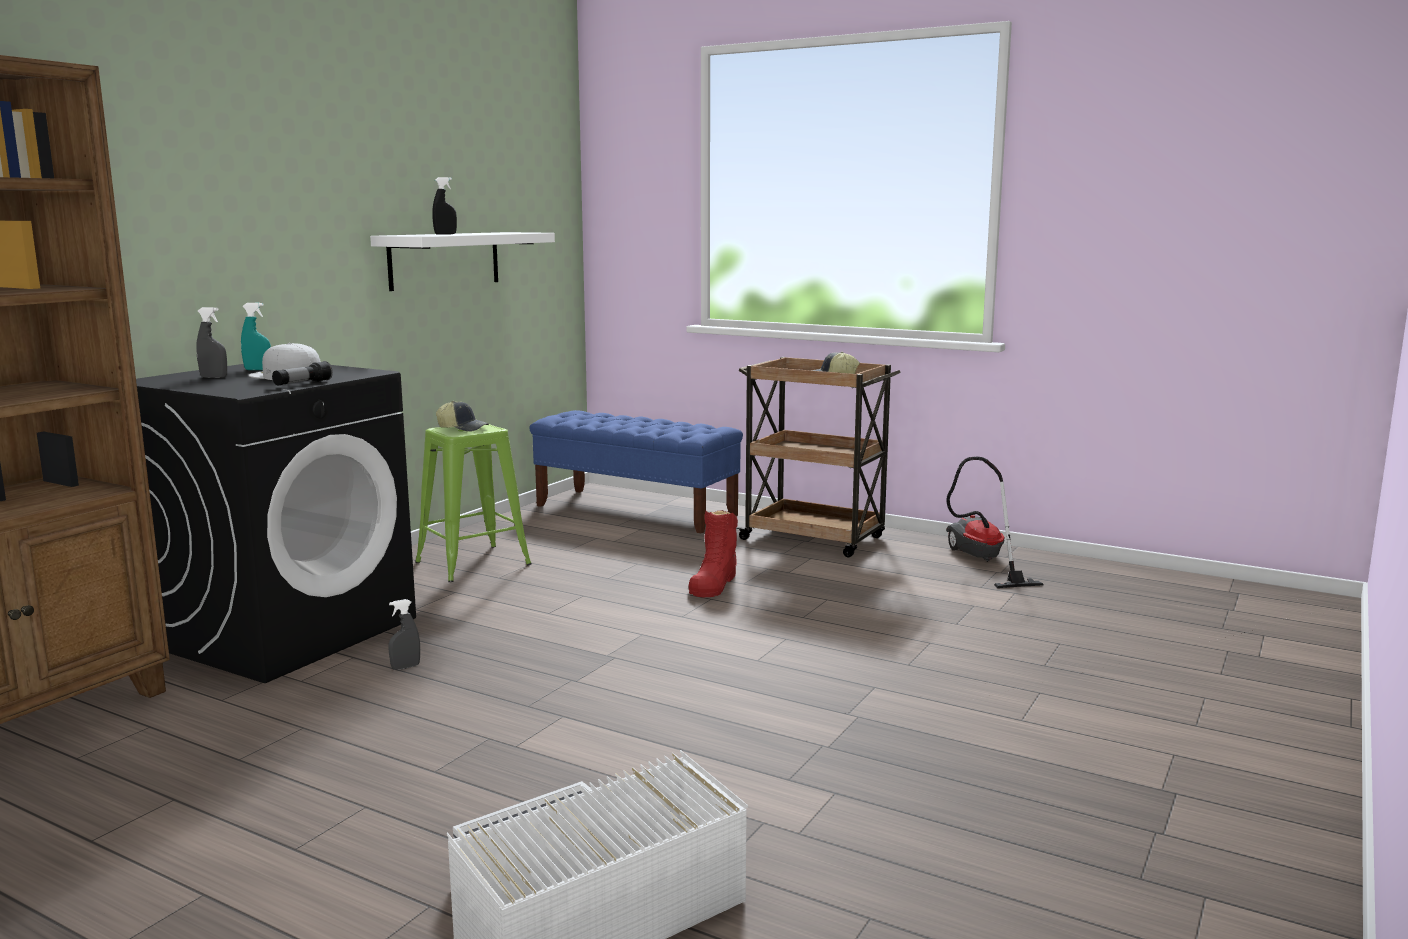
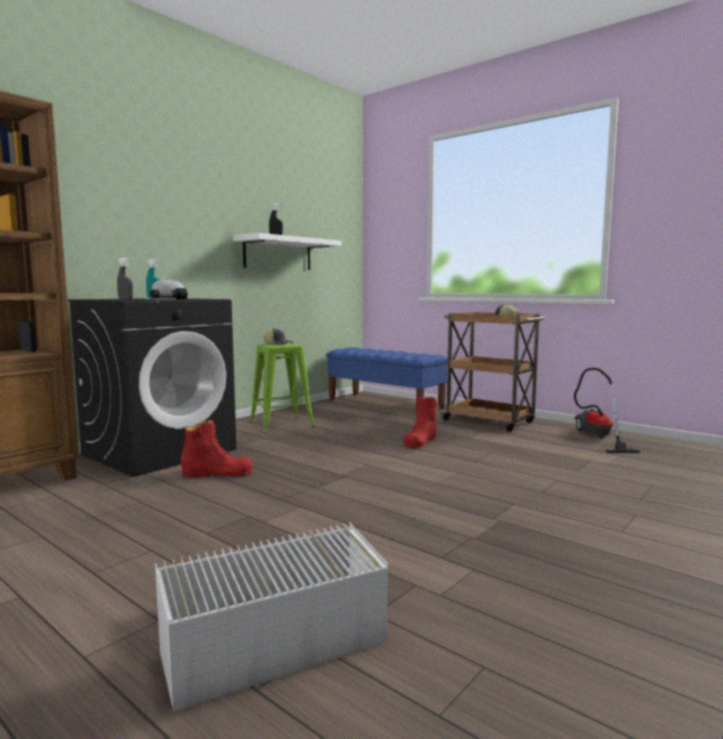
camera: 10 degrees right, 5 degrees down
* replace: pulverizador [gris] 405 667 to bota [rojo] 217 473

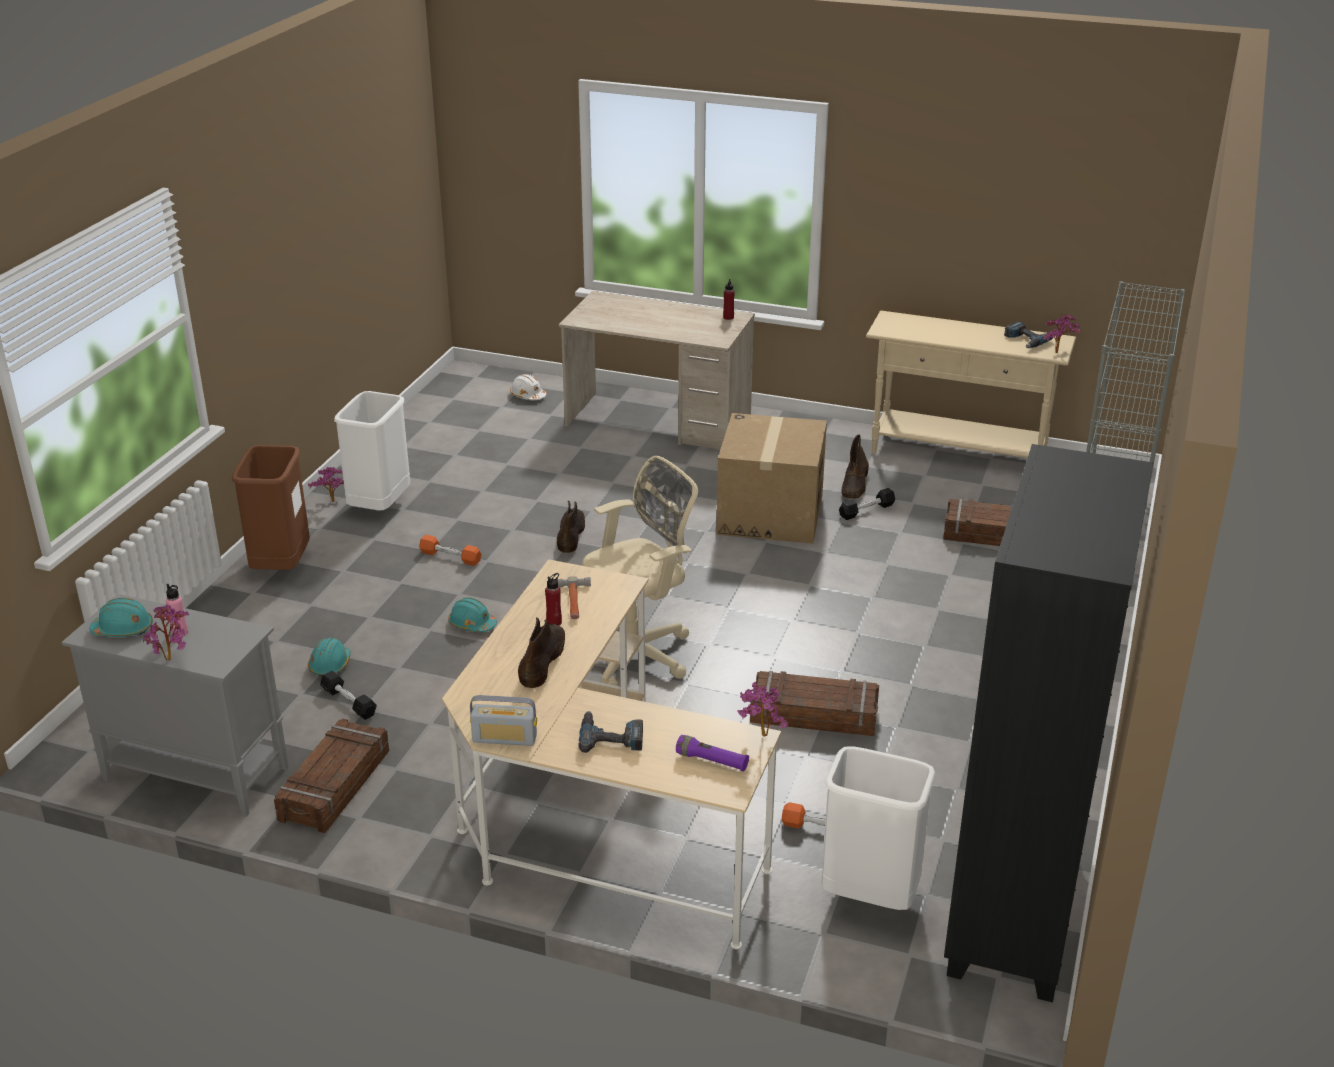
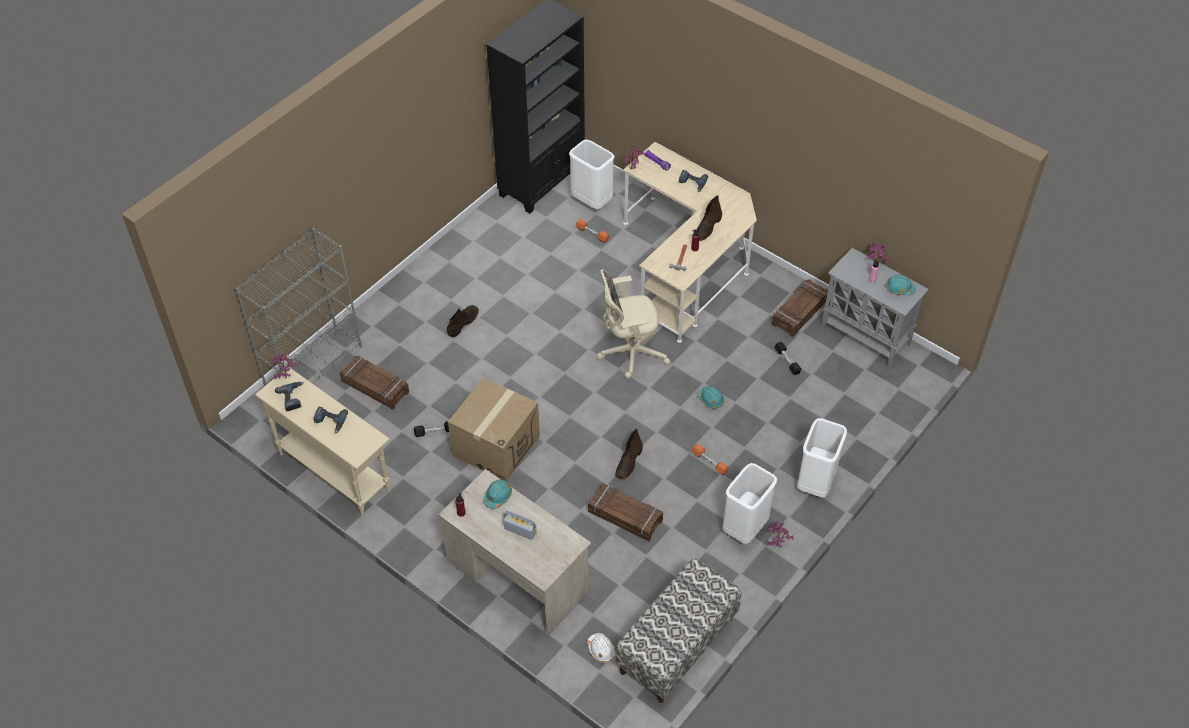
camera: 160 degrees left, 20 degrees up
* recolor: papelera [marrón] 281 566 to papelera [blanco] 815 483
* move: casco [turquesa] 330 665 to 498 496
* move: radio 504 738 to 520 530
* move: caja de embalaje 814 714 to 624 516
* move: bota [marrón] 854 485 to 463 322
* insert: taladro 330 421
* insert: banco 677 645

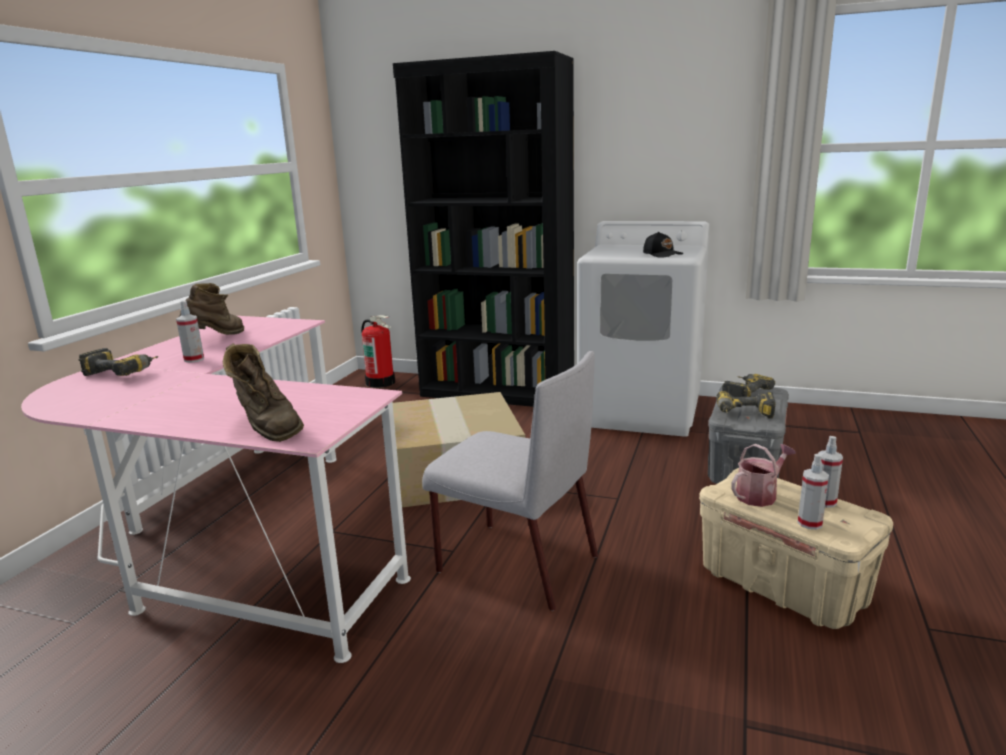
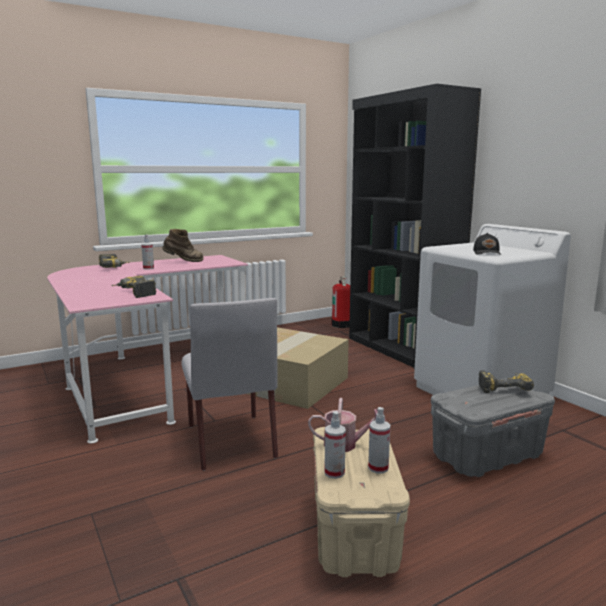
camera: 40 degrees right, 5 degrees down
* delete: bota [marrón] 267 428
* move: taladro 744 415 to 133 293

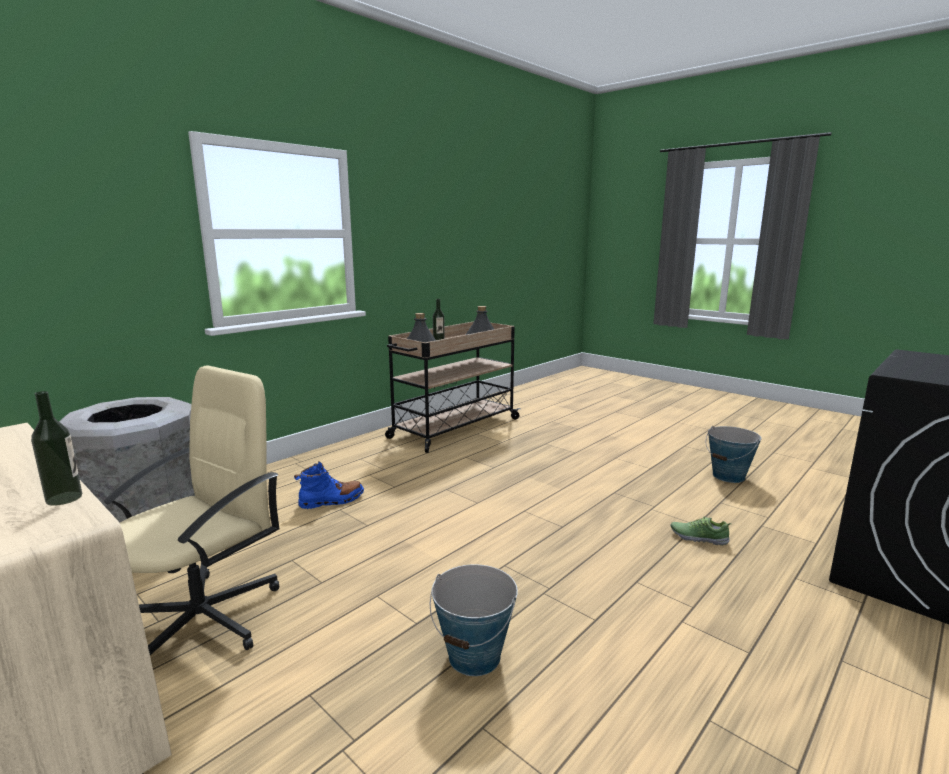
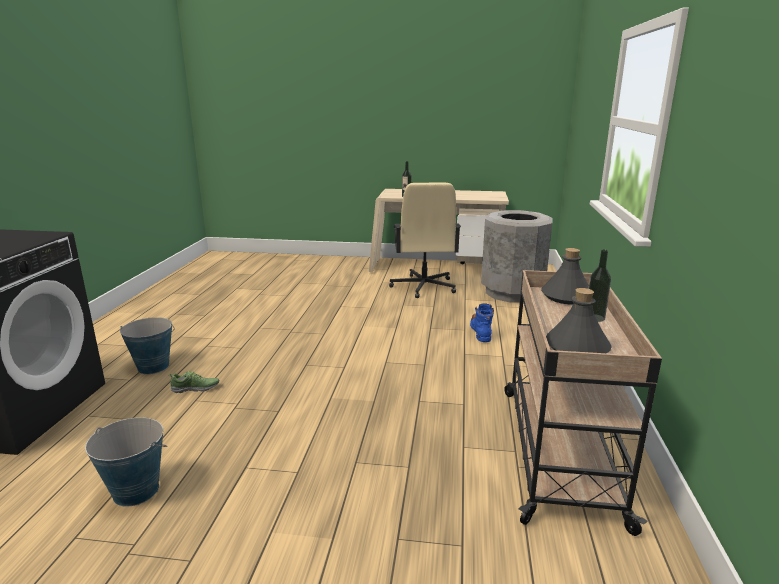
camera: 145 degrees right, 5 degrees up
* rotate: bota [azul] 332 501 = 481 332 150 degrees clockwise
* move: cubo 475 656 to 153 367

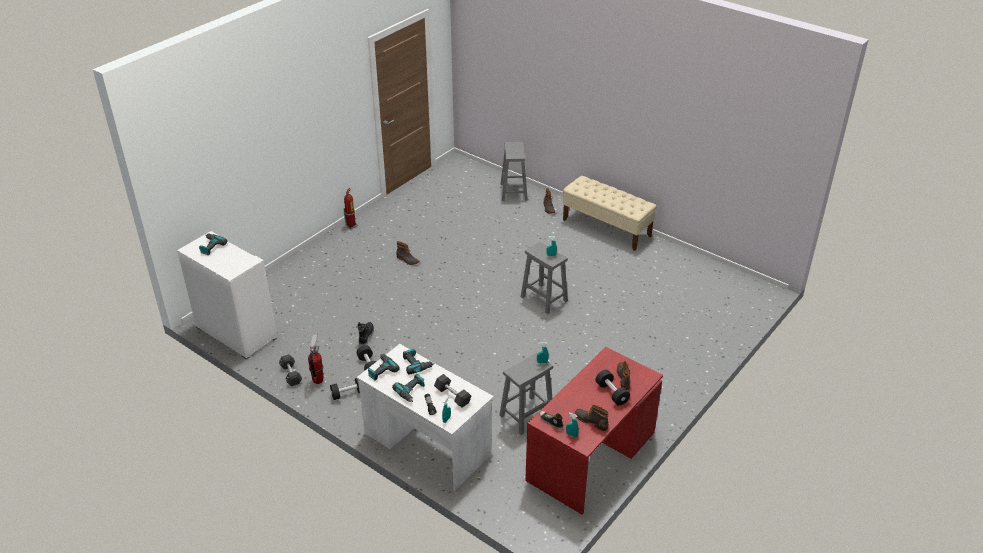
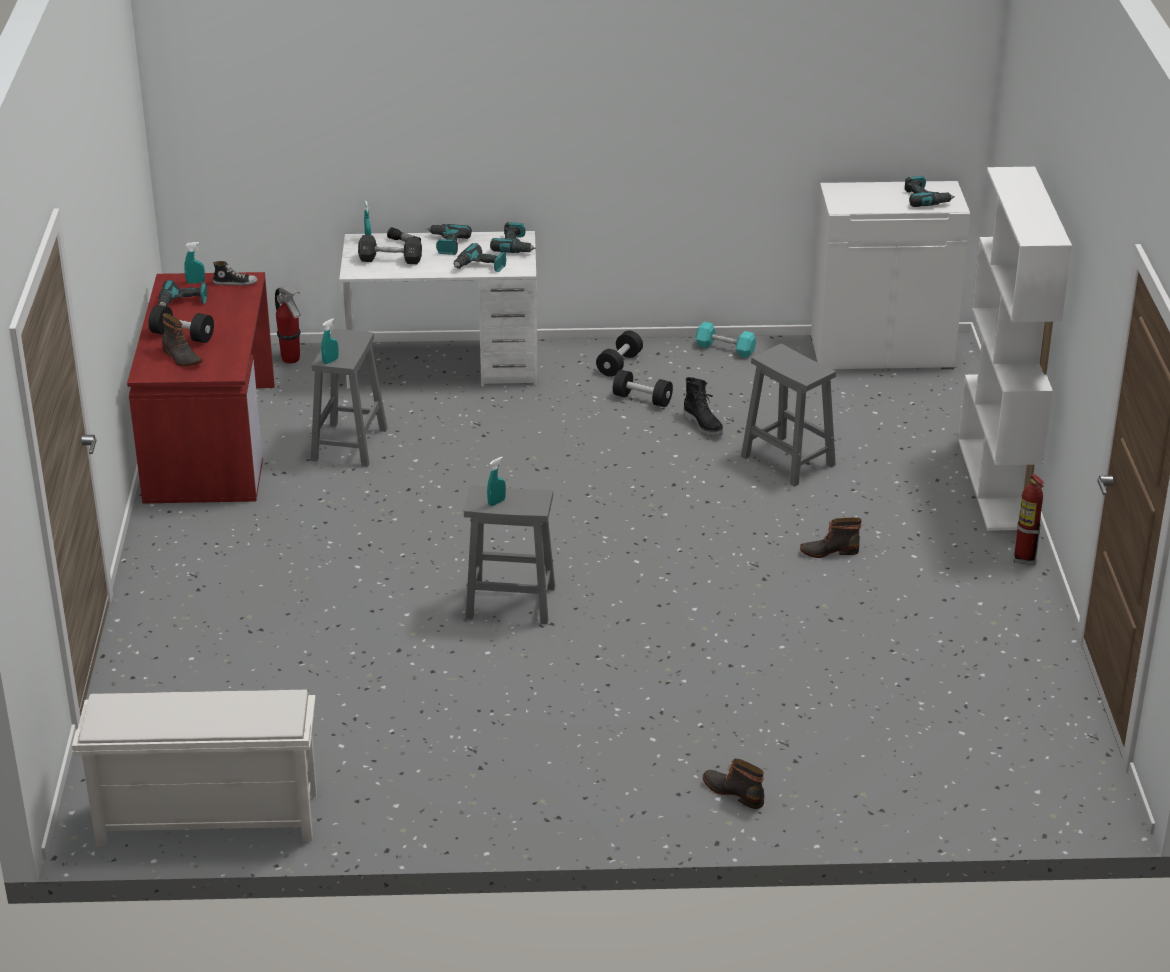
camera: 140 degrees right, 5 degrees down
* recolor: mancuerna [negro] 291 374 to mancuerna [turquesa] 725 349
* move: extintor 318 380 to 291 359
* move: taburete [gris] 513 191 to 789 461
* delete: banco [beis] 607 228
* replace: bota 591 421 to taladro 183 302
* insert: zapatero [blanco] 205 820
* insert: estantería [blanco] 996 484

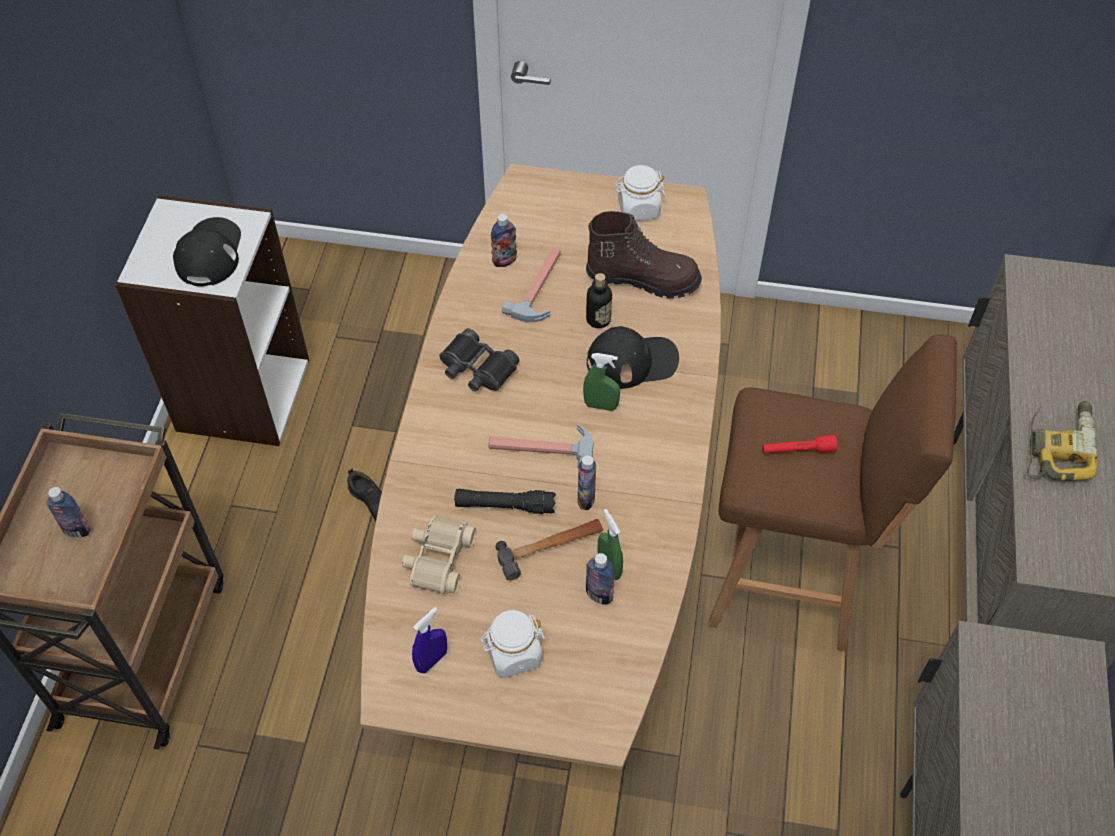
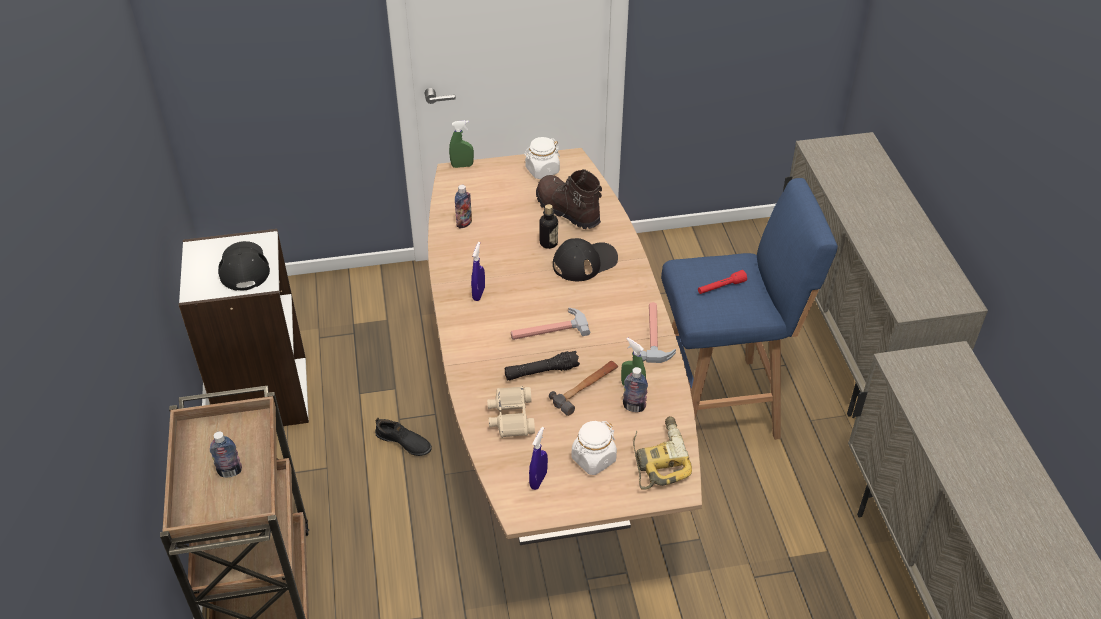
camera: 20 degrees left, 10 degrees down
* replace: prismáticos [negro] 477 369 to pulverizador [azul] 478 294
* move: martillo 541 287 to 656 334
* delete: botella 586 499
* move: pulverizador [verde] 601 405 to 462 165
* rotate: bota [marrón] 643 278 = 566 211 120 degrees counterclockwise
* recolor: taburete [marrón] 791 576 to taburete [azul] 722 403
* move: taladro 1057 446 to 658 458

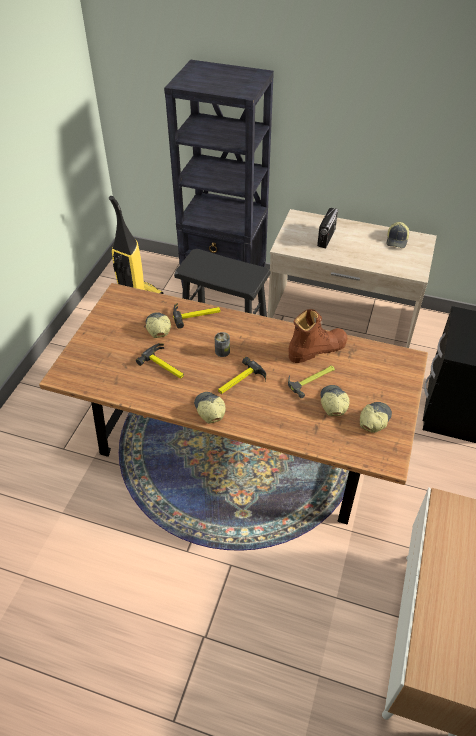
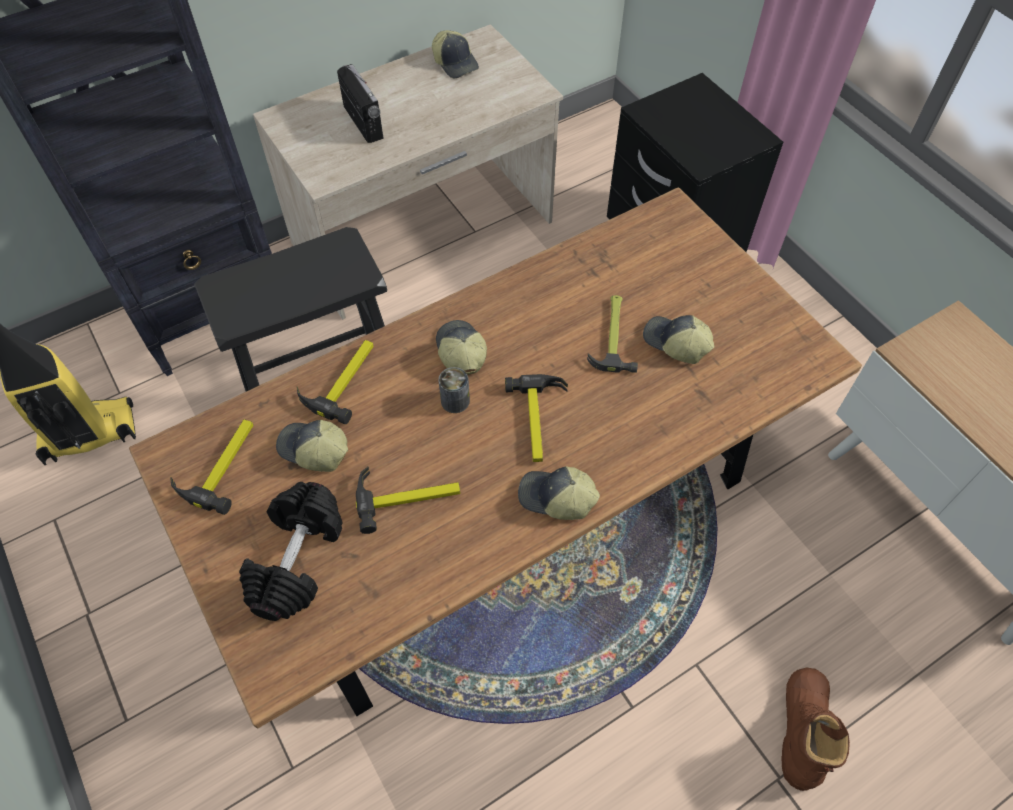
camera: 50 degrees left, 10 degrees up
* move: bota [marrón] 317 349 to 802 729
* move: gorra 374 419 to 460 352
* insert: martillo 221 465
* insert: mancuerna [negro] 297 559

